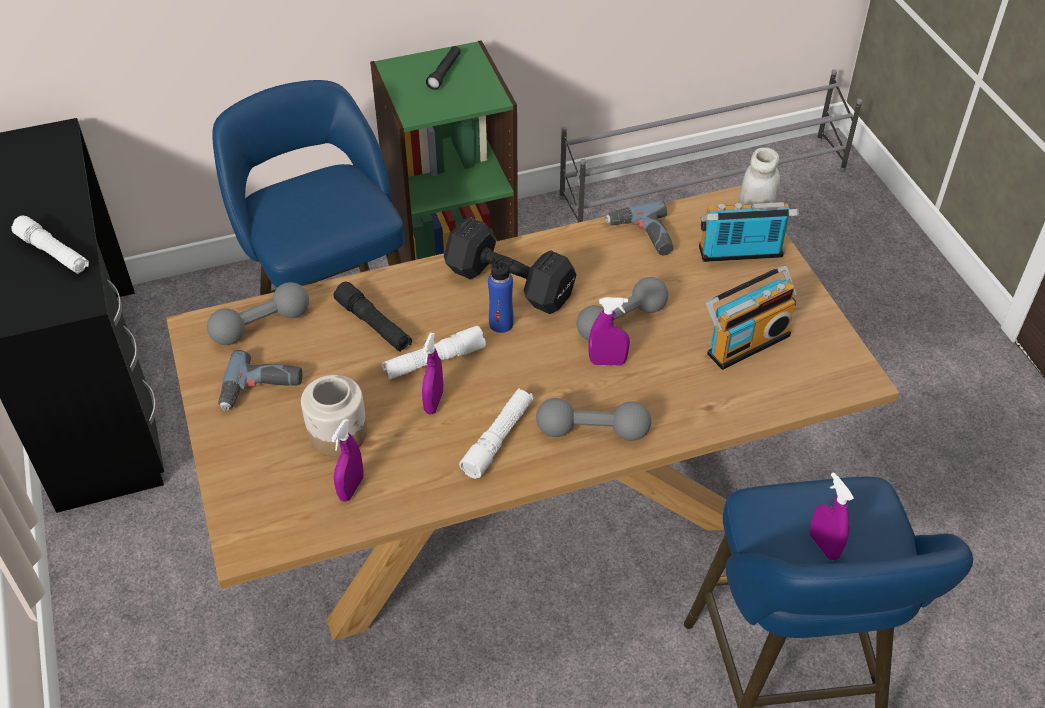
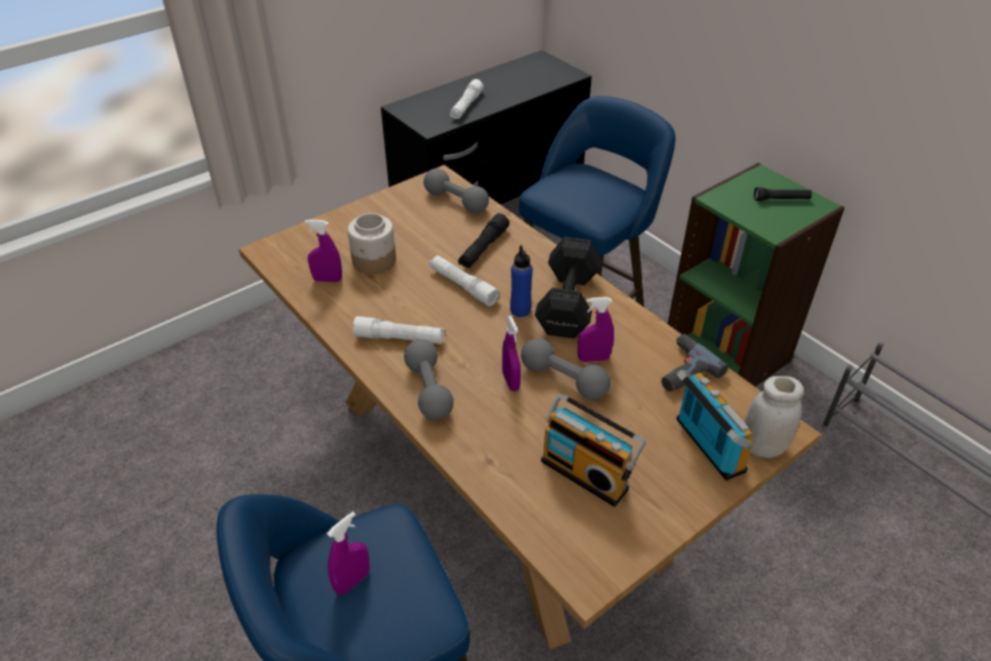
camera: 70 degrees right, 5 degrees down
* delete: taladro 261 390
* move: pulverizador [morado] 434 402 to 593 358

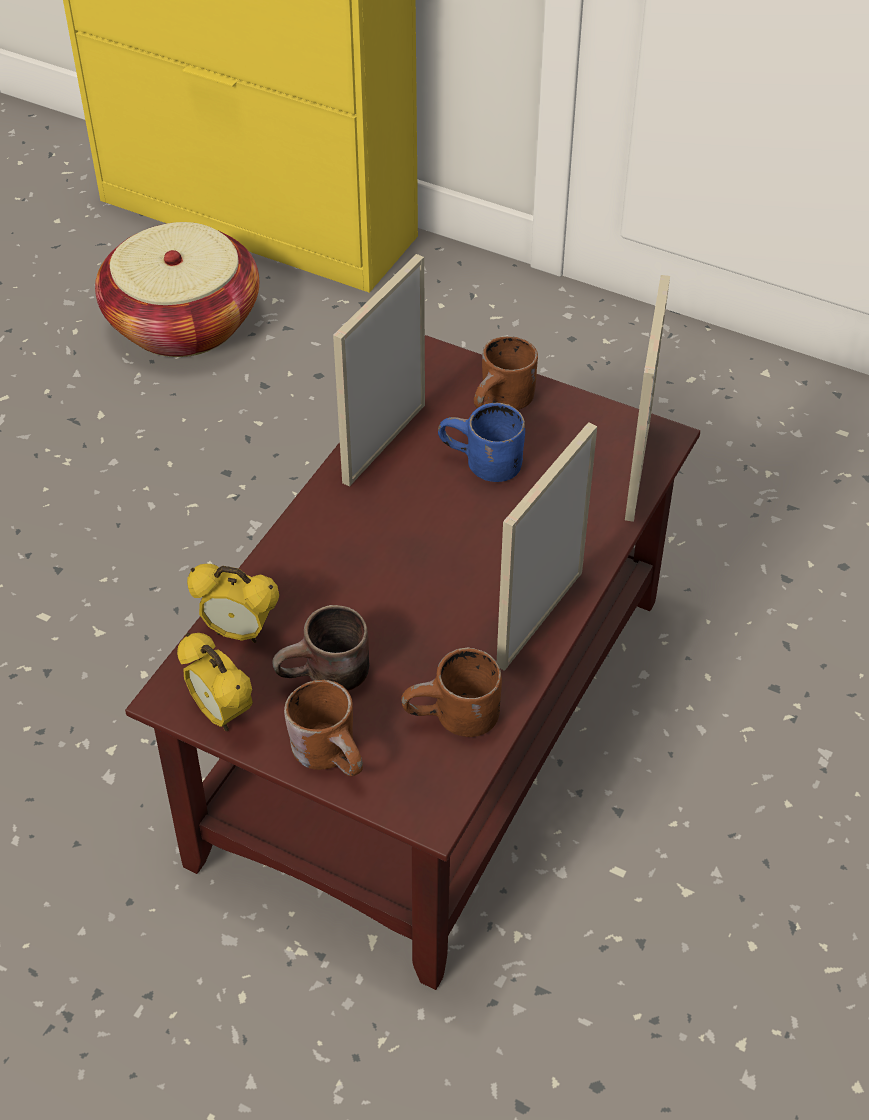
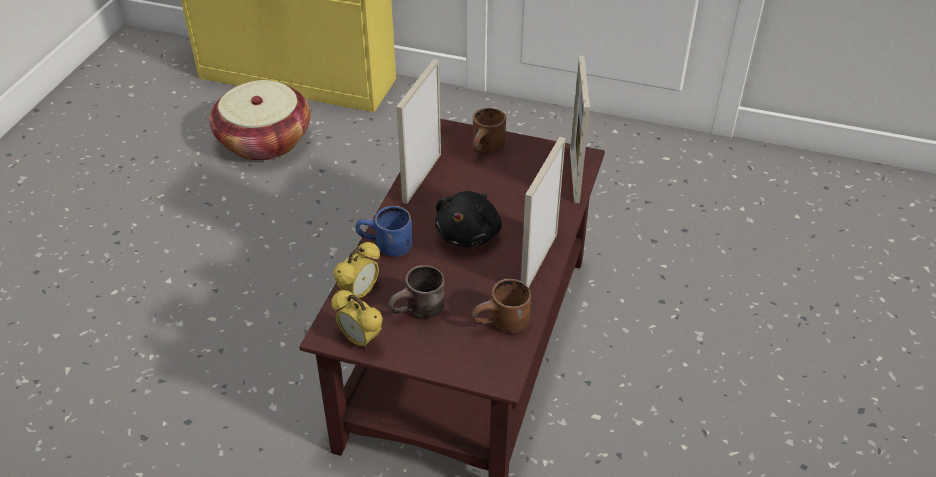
camera: 10 degrees left, 5 degrees down
* rotate: despertador 239 632 = 360 293 60 degrees counterclockwise
* delete: taza grande [marrón] 334 753
* move: taza grande [azul] 481 466 to 386 247
* insert: peluche [negro] 469 233

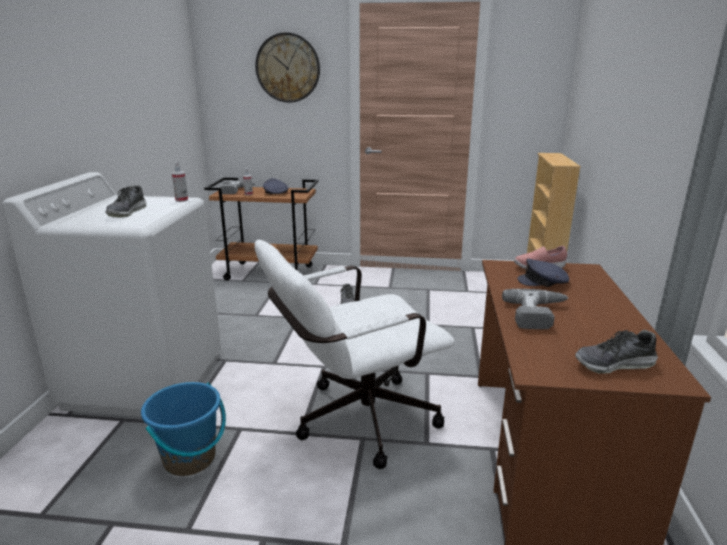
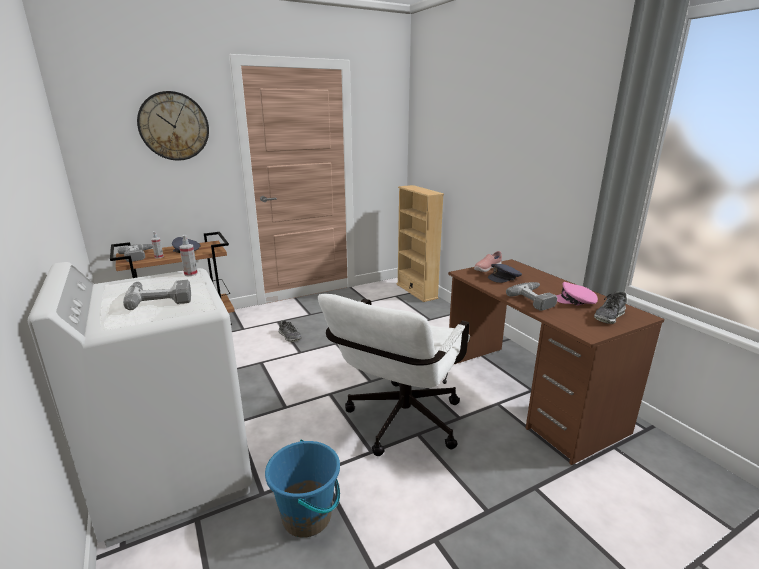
camera: 35 degrees left, 0 degrees up
* replace: zapato 127 212 to taladro 160 298
* insert: gorra [rosa] 576 301

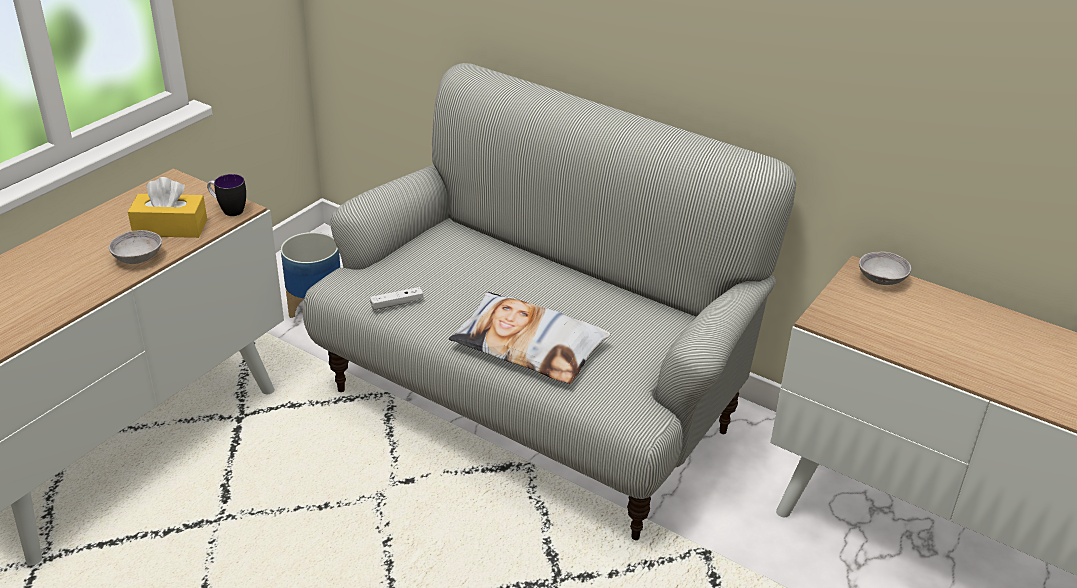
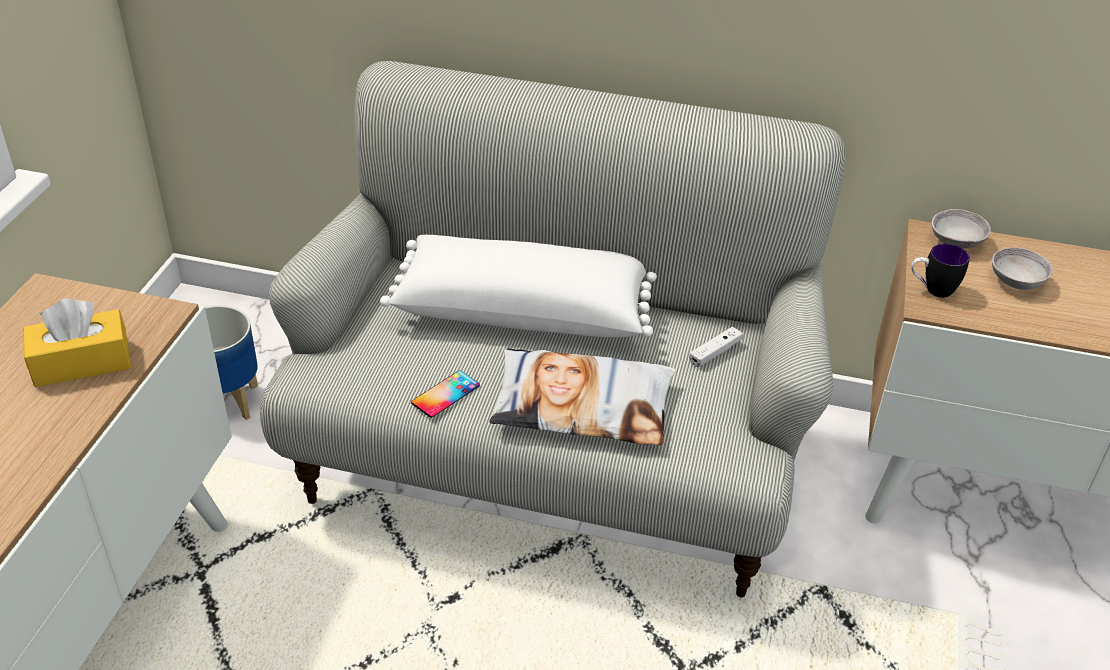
camera: 20 degrees left, 5 degrees up
* move: cuenco [gris] 138 258 to 1016 281
* move: taza grande 228 210 to 931 290
* move: mando de consola [blanco] 397 303 to 715 352
* insert: cojín [blanco] 525 309
* insert: móvil 445 394

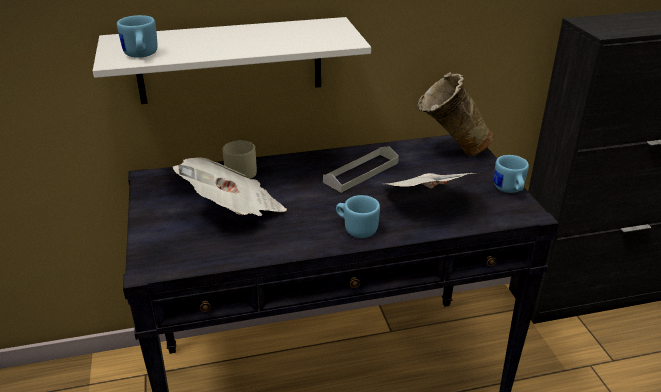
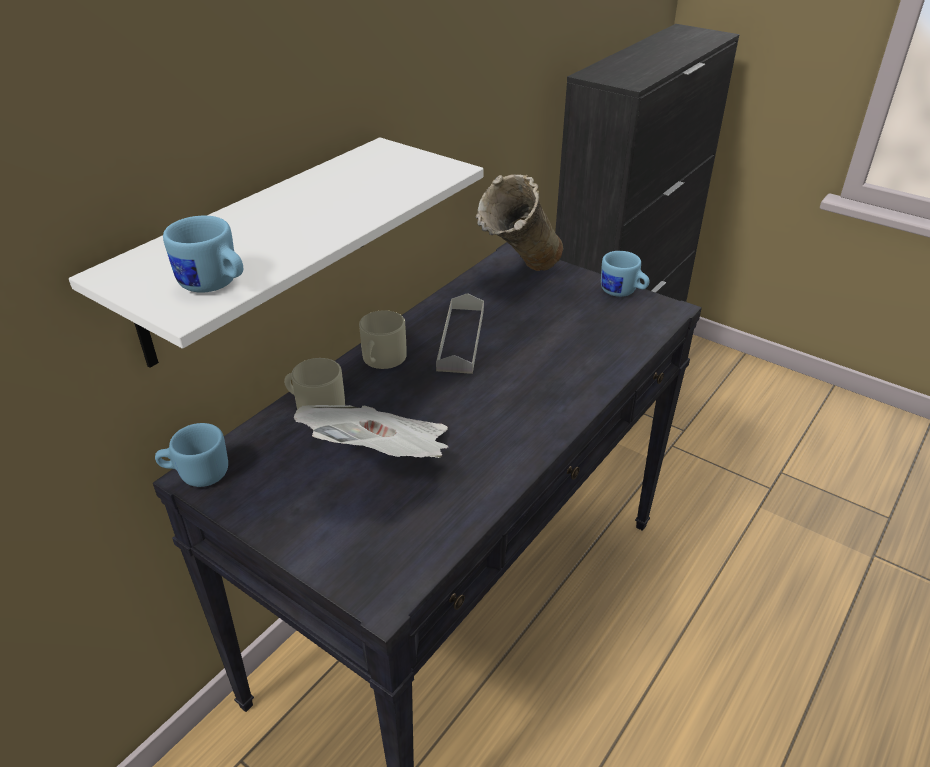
camera: 40 degrees left, 5 degrees up
* move: taza grande [azul] 356 229 to 197 474
* delete: periódico 427 201
* insert: taza grande [beis] 381 359

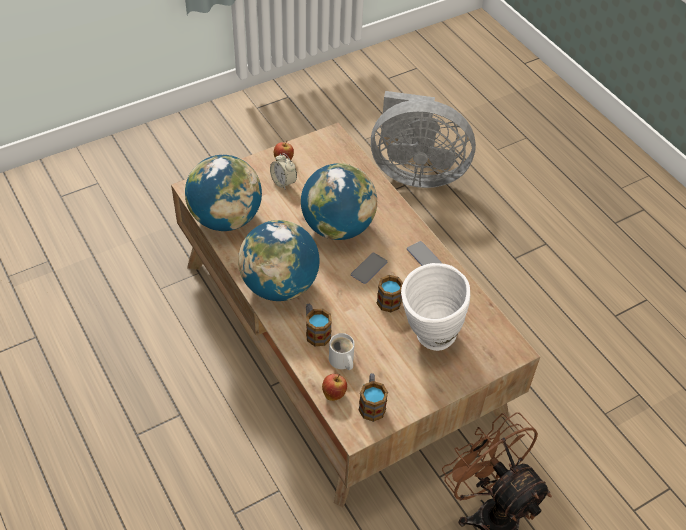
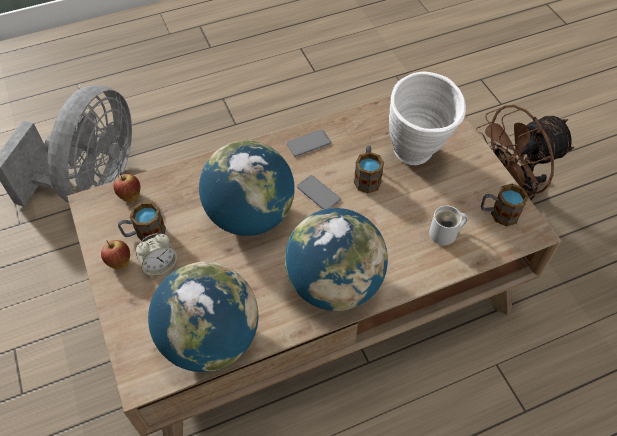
camera: 80 degrees left, 5 degrees up
* move: taza grande 315 331 to 145 233
* move: manzana 334 394 to 130 195

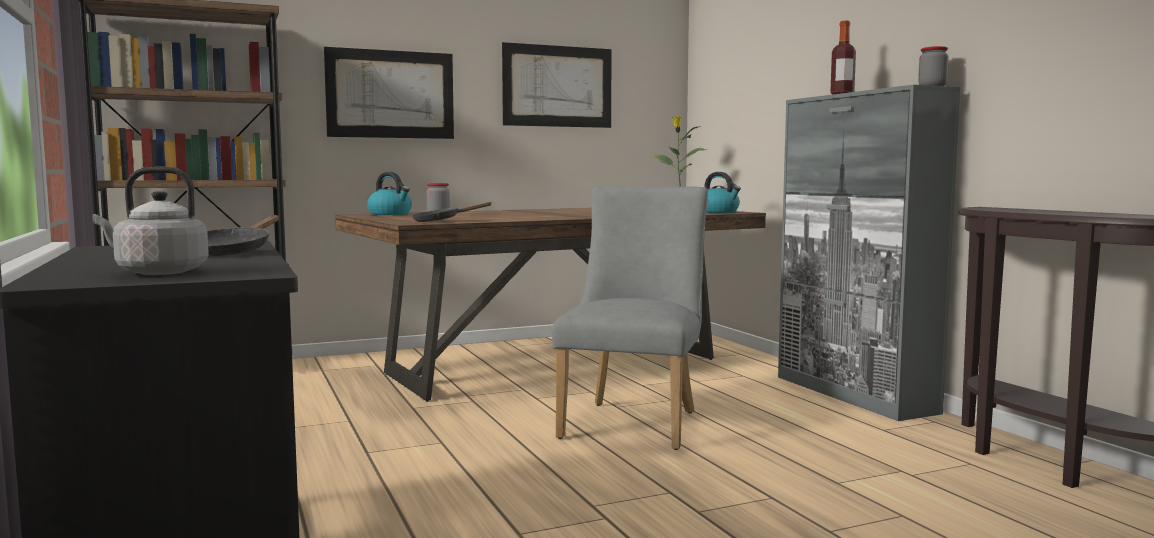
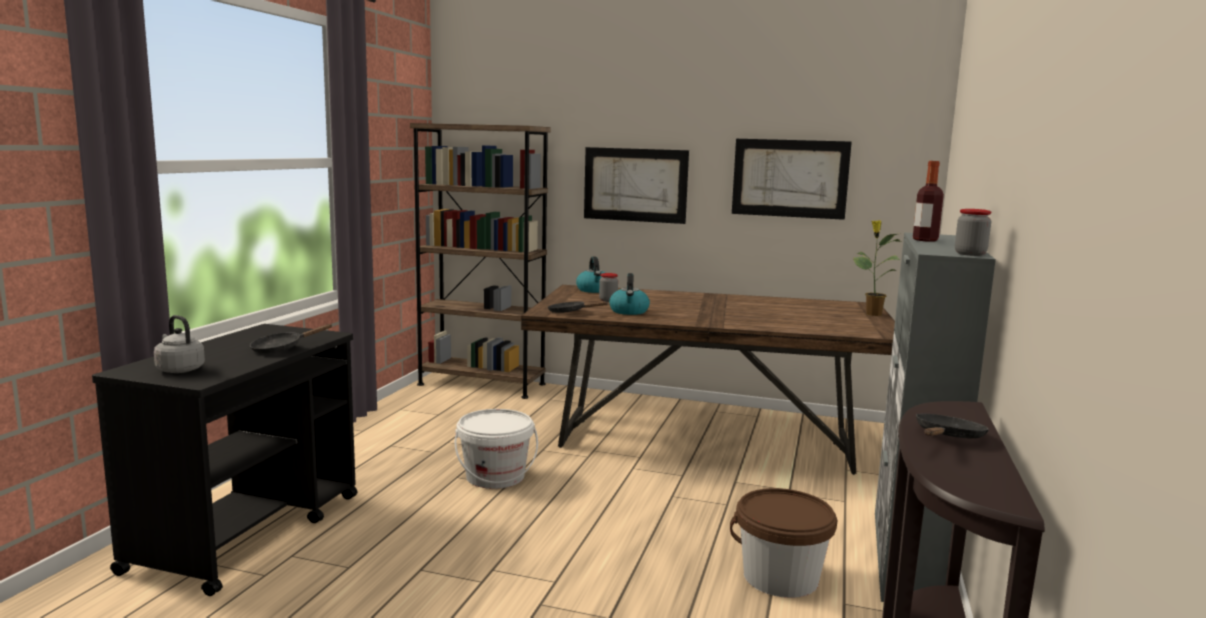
camera: 40 degrees right, 5 degrees up
* delete: silla [gris] 634 421
* move: hervidor 719 212 to 629 311
* insert: cubo [blanco] 495 477
* insert: cubo [marrón] 780 577
* insert: sartén [negro] 947 437

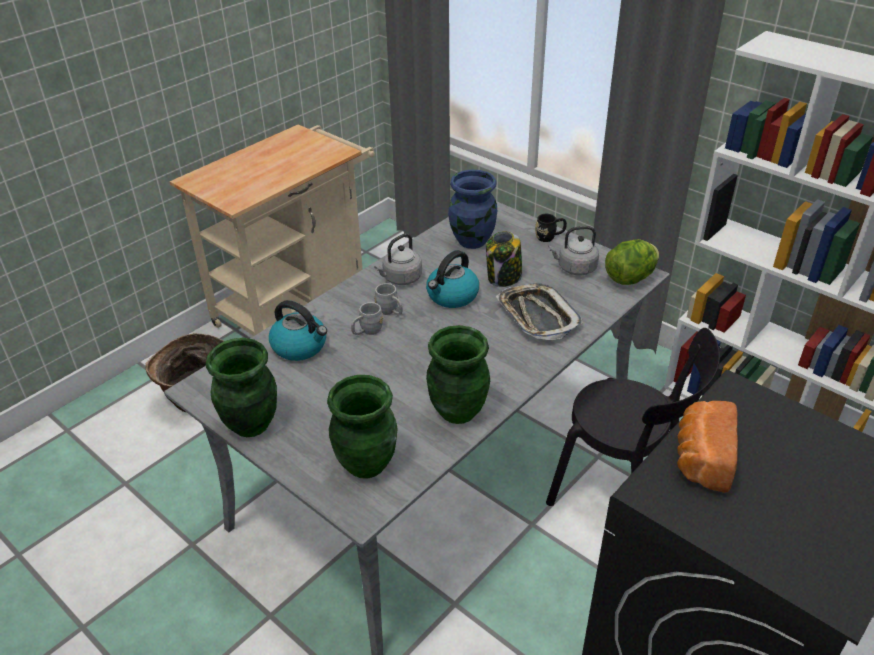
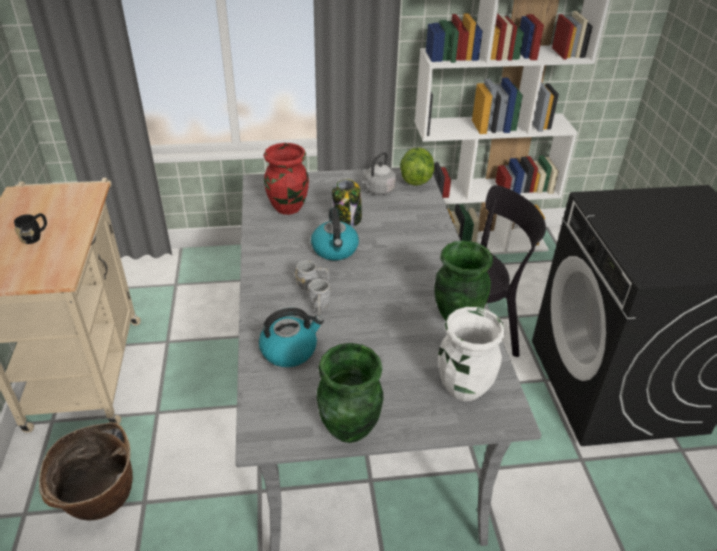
camera: 50 degrees left, 0 degrees up
* recolor: florero [verde] 367 463 to florero [blanco] 463 387
* delete: hervidor [gris] 400 279
* recolor: florero [azul] 472 241 to florero [rojo] 288 208
* delete: bandeja 537 316
* move: taza grande [negro] 550 237 to 35 236
* delete: pan 701 458

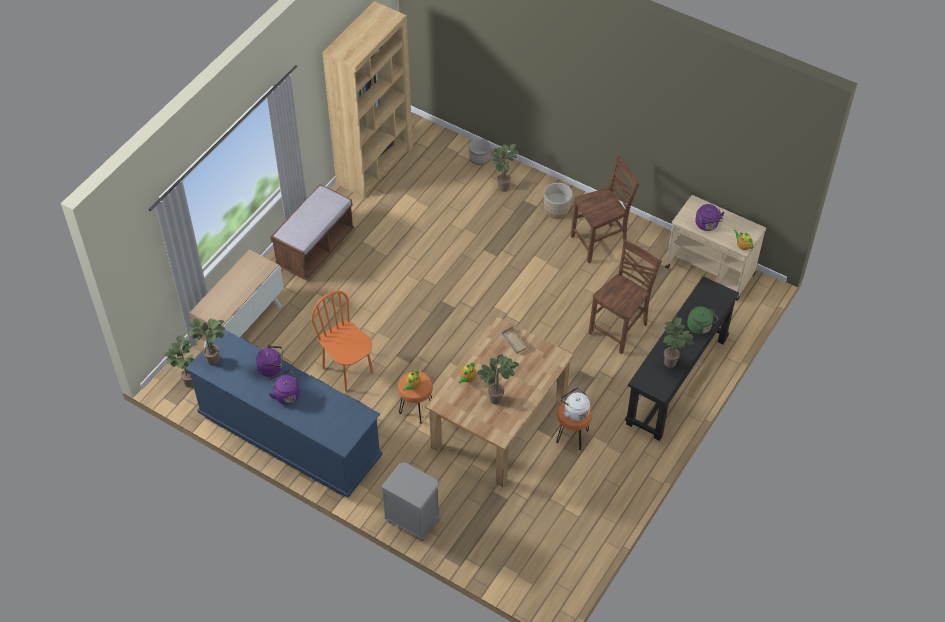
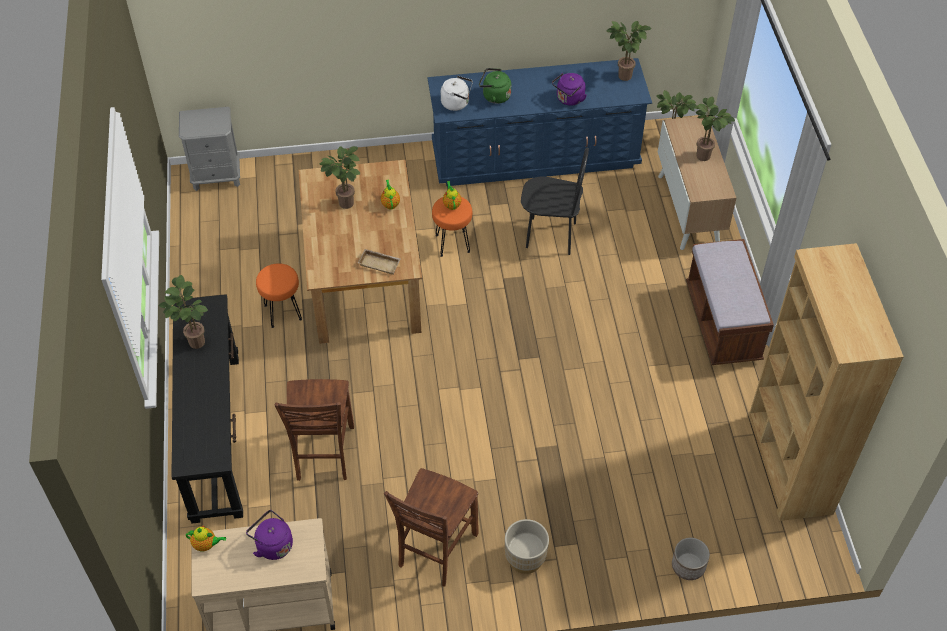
camera: 140 degrees right, 0 degrees up
* delete: hervidor [morado] 286 394
* recolor: silla [naranja] 348 370 to silla [negro] 551 235
* move: mesita de noche [gris] 412 520 to 217 176
* move: planta en maceta 503 186 to 705 157
* move: hervidor [blanco] 575 411 to 457 103
* move: hervidor [verde] 700 328 to 494 96

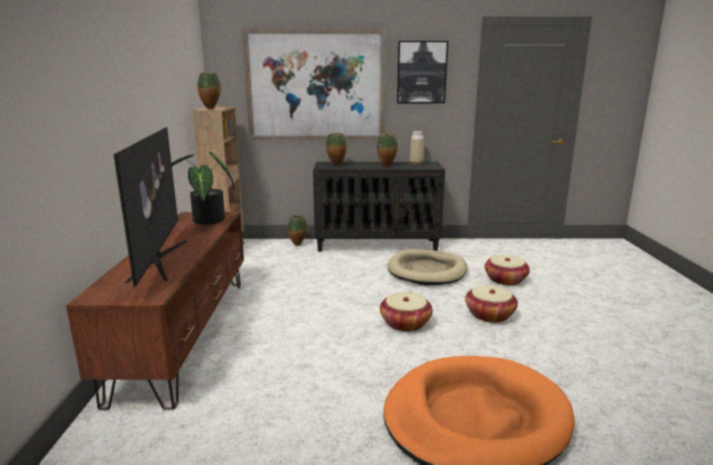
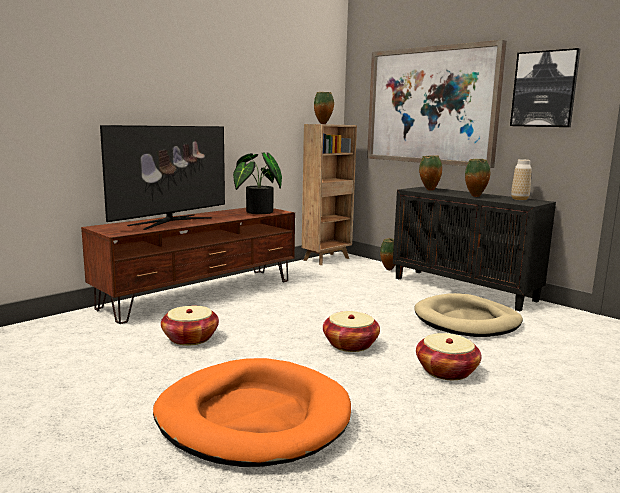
camera: 45 degrees right, 5 degrees down
* move: cesta 505 280 to 190 338

